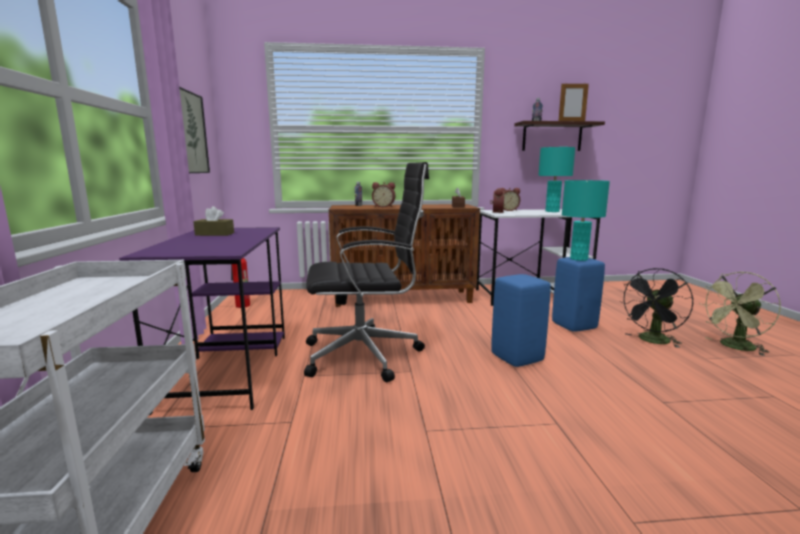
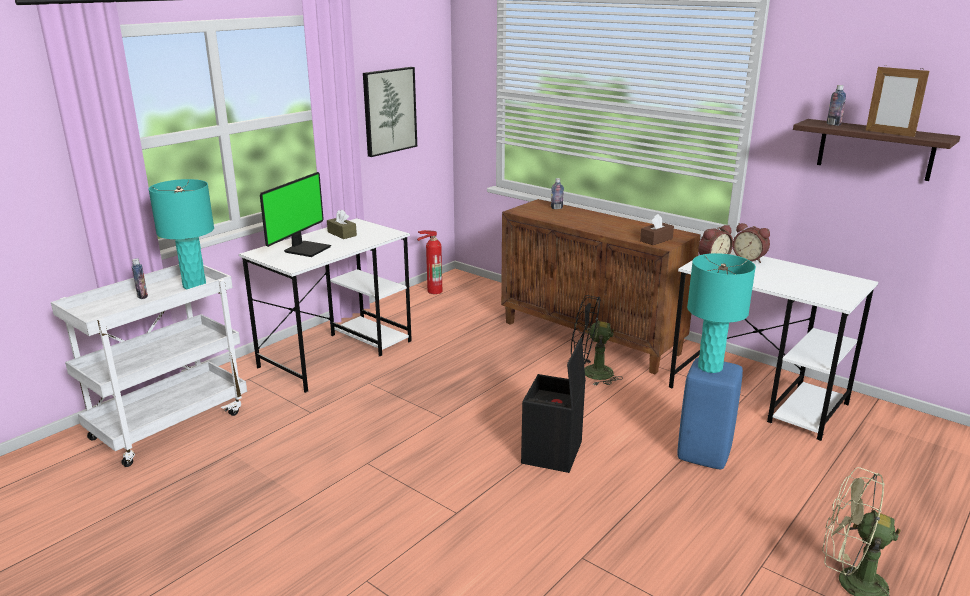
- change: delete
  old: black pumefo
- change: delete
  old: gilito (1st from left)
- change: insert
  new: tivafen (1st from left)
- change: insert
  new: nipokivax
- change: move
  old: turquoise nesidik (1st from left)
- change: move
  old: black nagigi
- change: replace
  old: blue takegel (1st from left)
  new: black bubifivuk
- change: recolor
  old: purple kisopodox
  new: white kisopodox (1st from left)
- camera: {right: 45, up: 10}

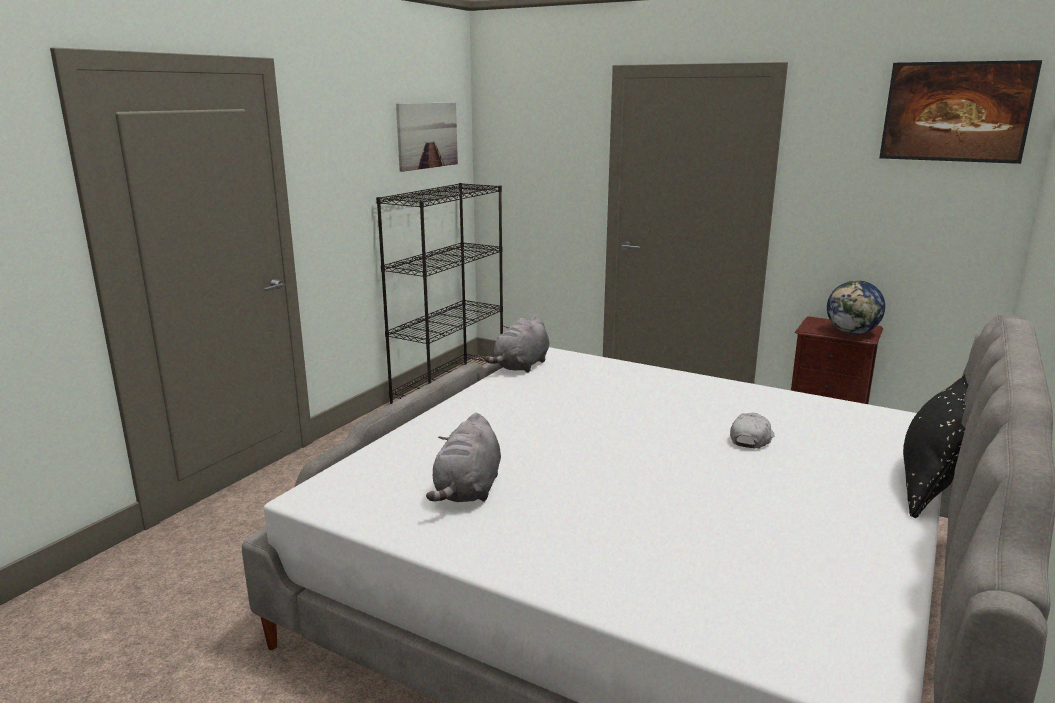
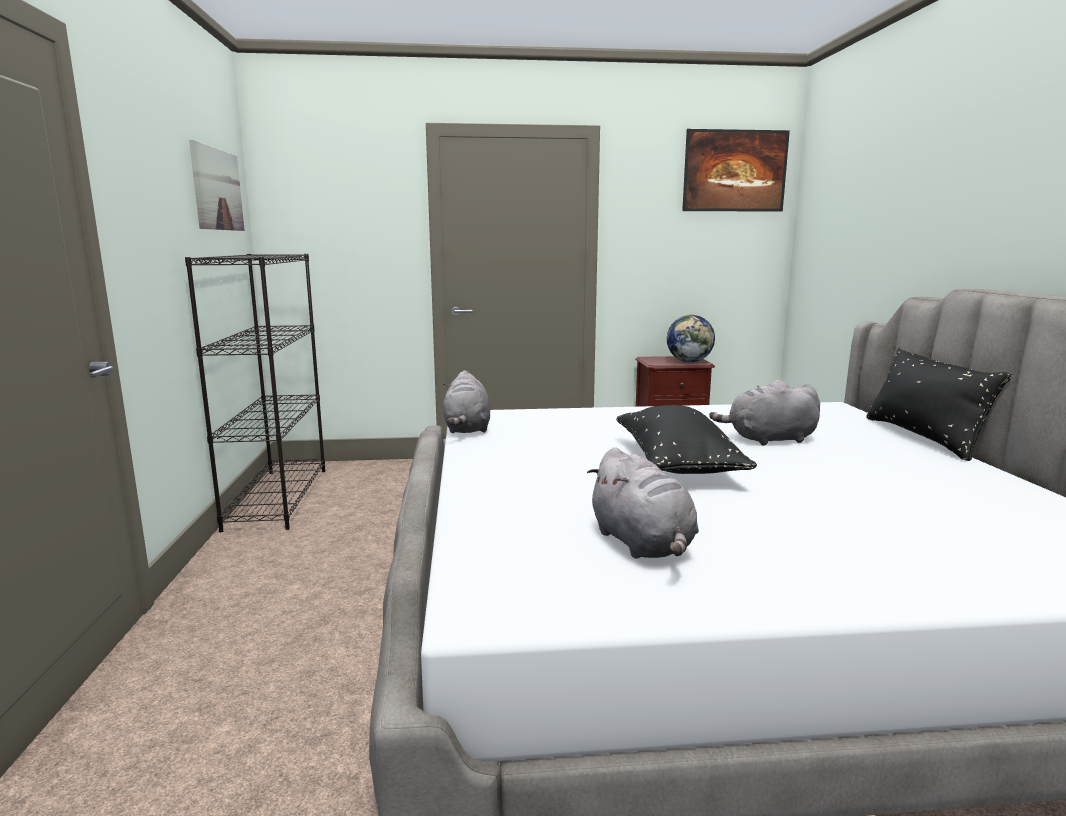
- change: insert
  new: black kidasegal (1st from left)
- change: replace
  old: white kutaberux
  new: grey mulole (3rd from left)
- camera: {right: -35, up: -5}

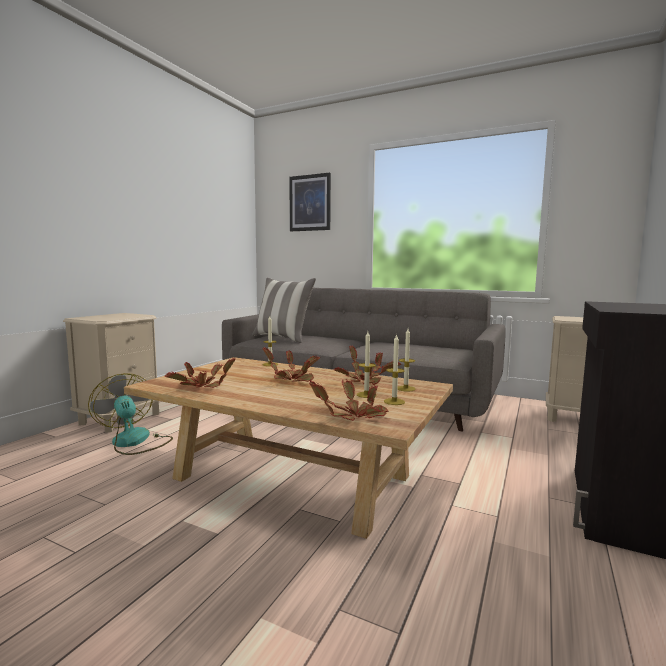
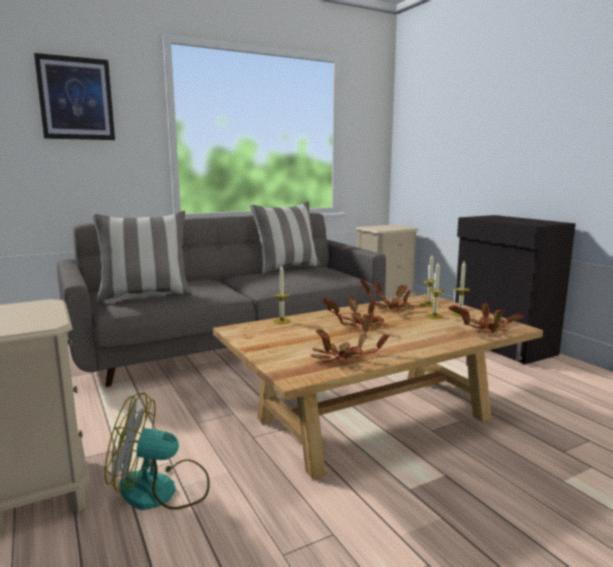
- change: insert
  new: kidasegal (2nd from left)
- camera: {right: -55, up: 5}

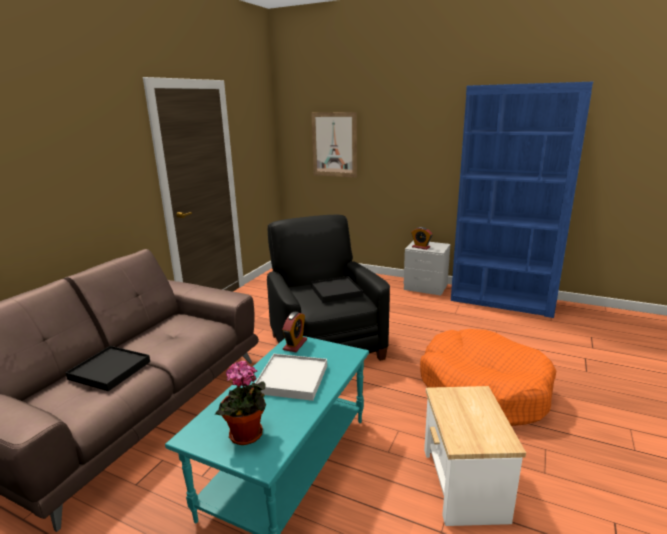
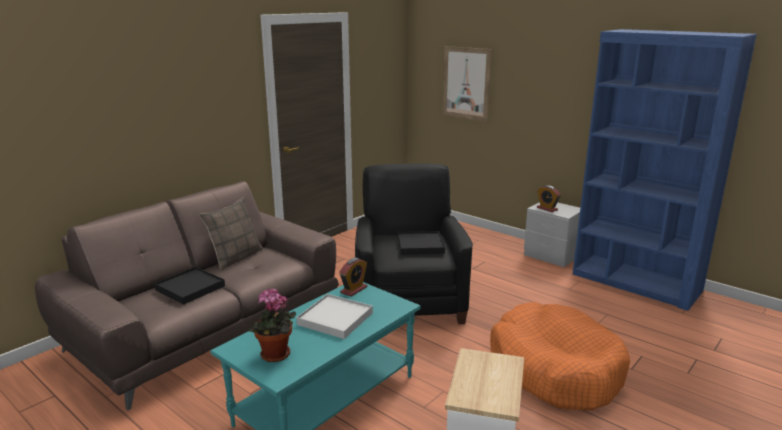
- change: insert
  new: kidasegal
- camera: {right: 15, up: 0}

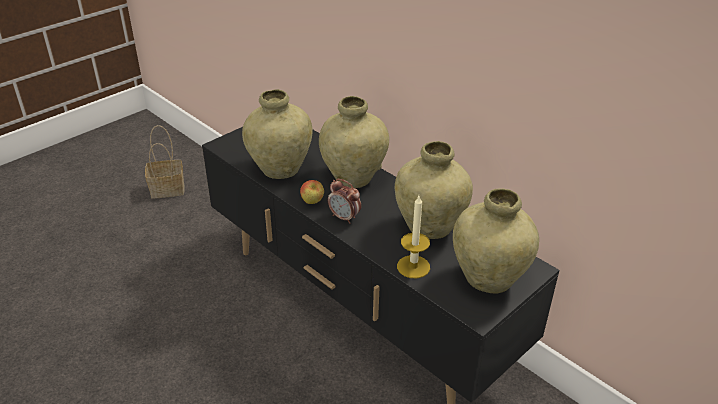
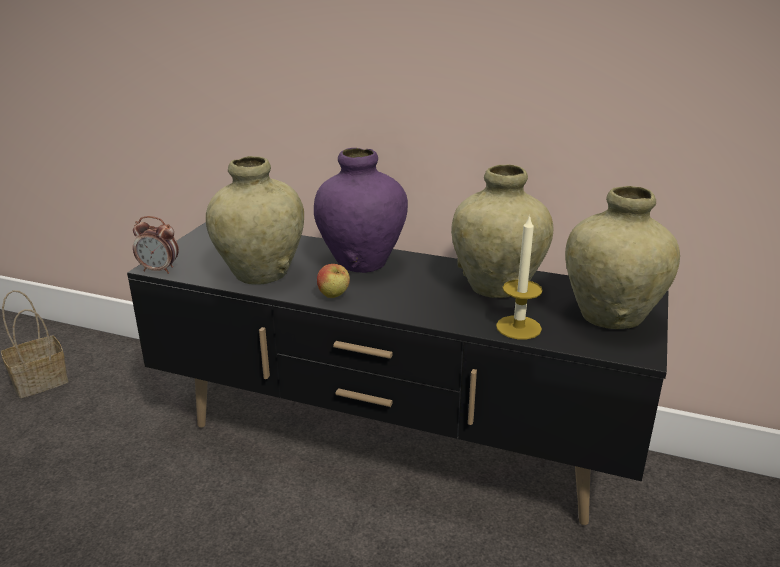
- change: move
  old: gilito
- change: recolor
  old: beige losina (2nd from left)
  new: purple losina
- camera: {right: -25, up: -10}

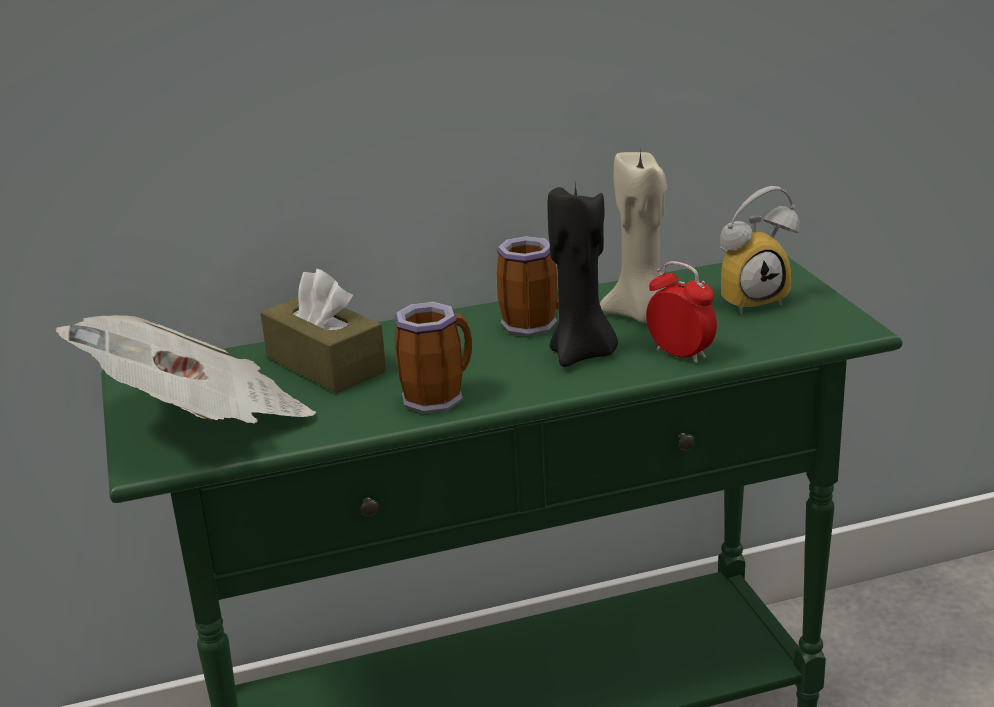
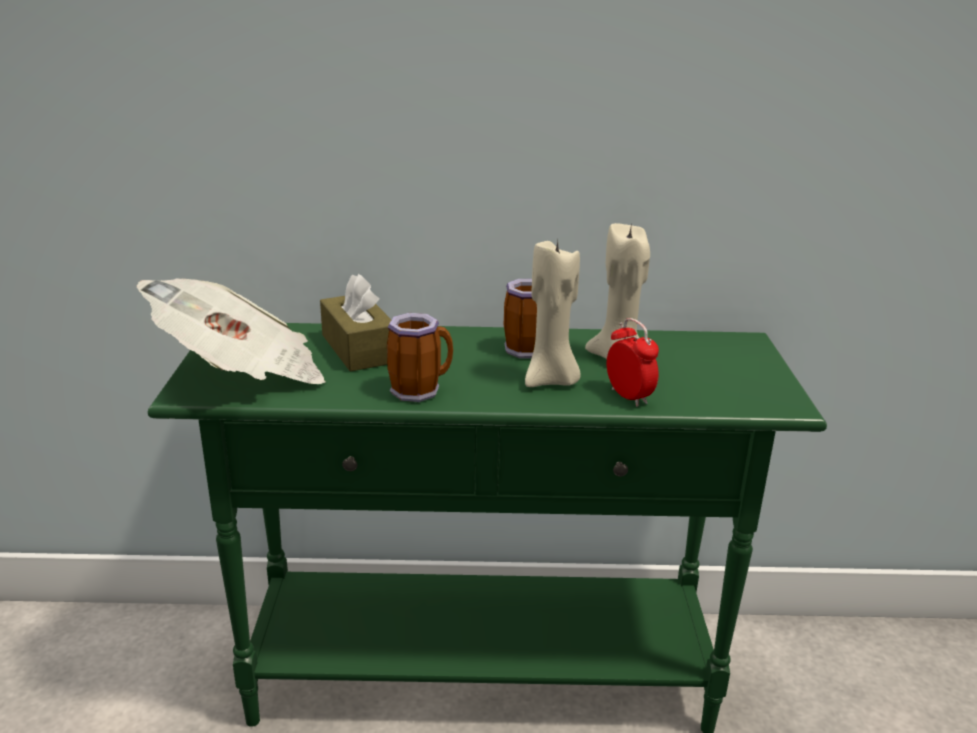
- change: delete
  old: gilito (2nd from left)
- change: recolor
  old: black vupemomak
  new: beige vupemomak (1st from left)
- camera: {right: 15, up: 0}

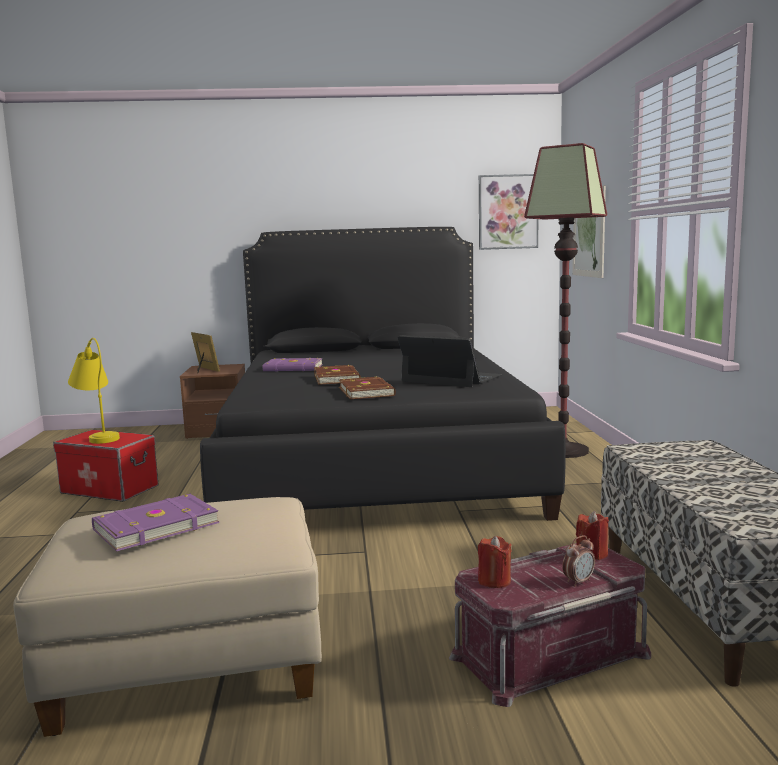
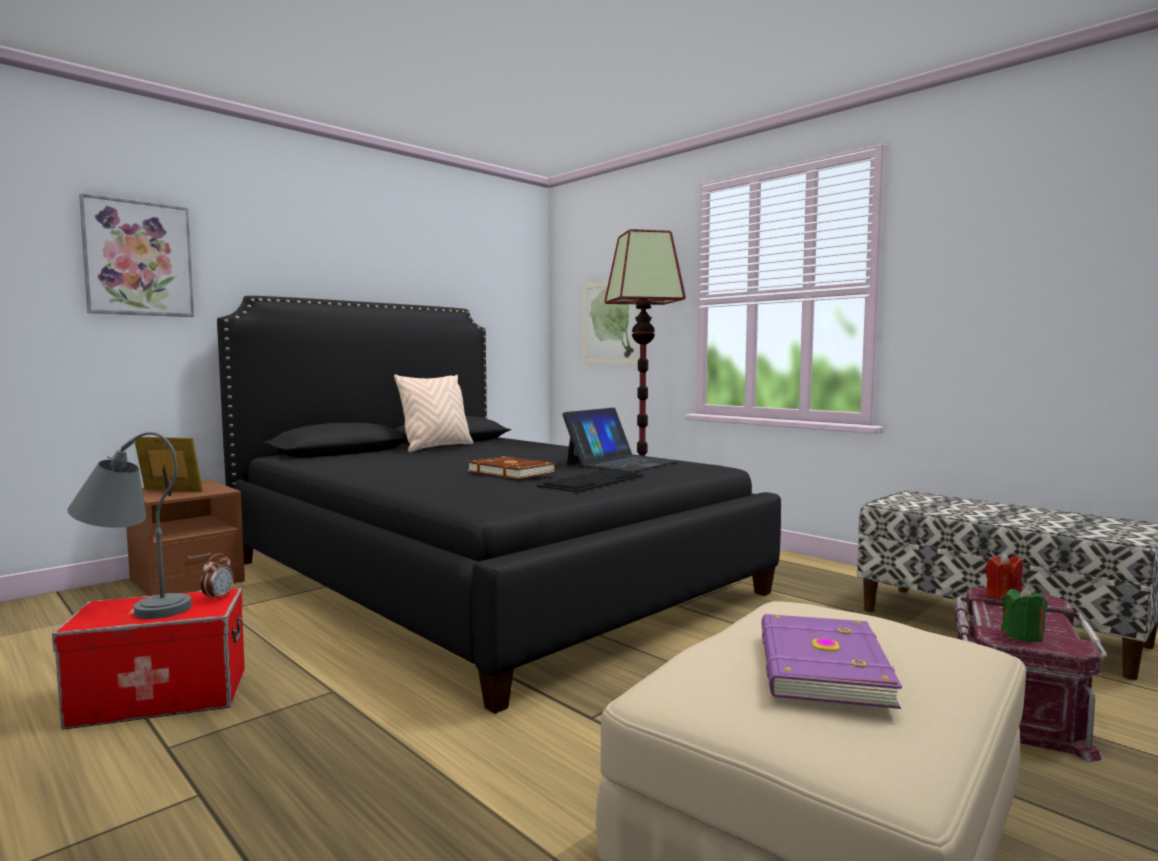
- change: delete
  old: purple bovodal (2nd from left)
- change: insert
  new: beige kidasegal
- change: move
  old: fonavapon (1st from left)
- change: move
  old: gilito
- change: replace
  old: brown bovodal (2nd from left)
  new: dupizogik
- change: recolor
  old: yellow nesidik
  new: grey nesidik
- change: recolor
  old: red vupemomak (1st from left)
  new: green vupemomak
- change: rotate
  old: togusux
  degrees: 135
- camera: {right: -40, up: -5}

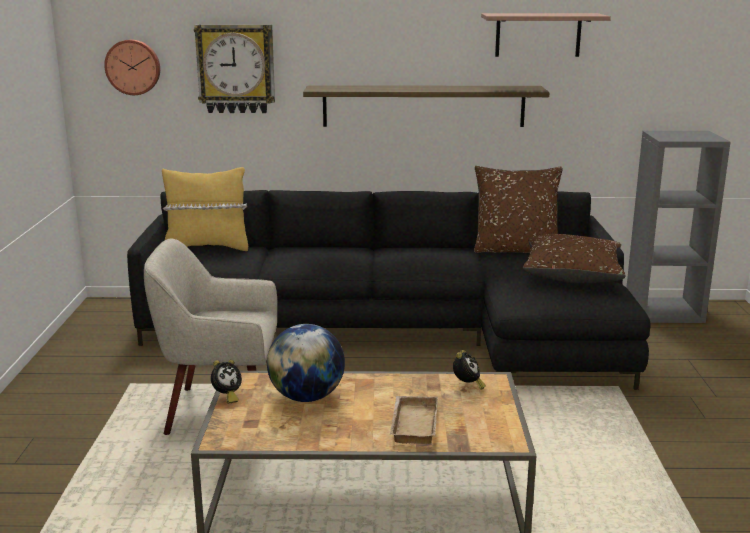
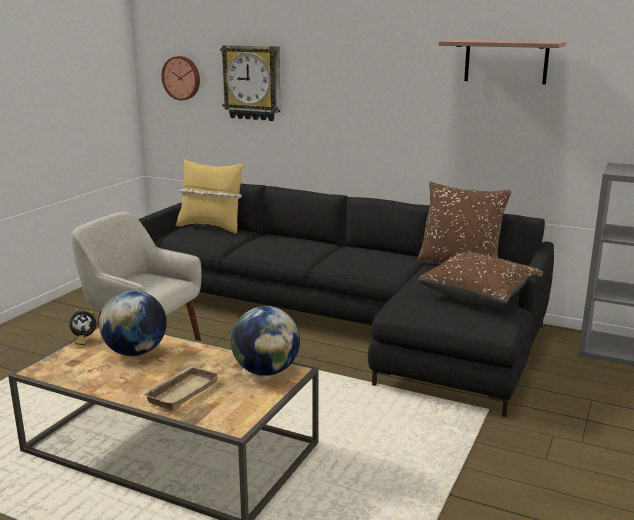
- change: delete
  old: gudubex (1st from left)
- change: replace
  old: gilito (2nd from left)
  new: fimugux (2nd from left)
- camera: {right: 25, up: 0}

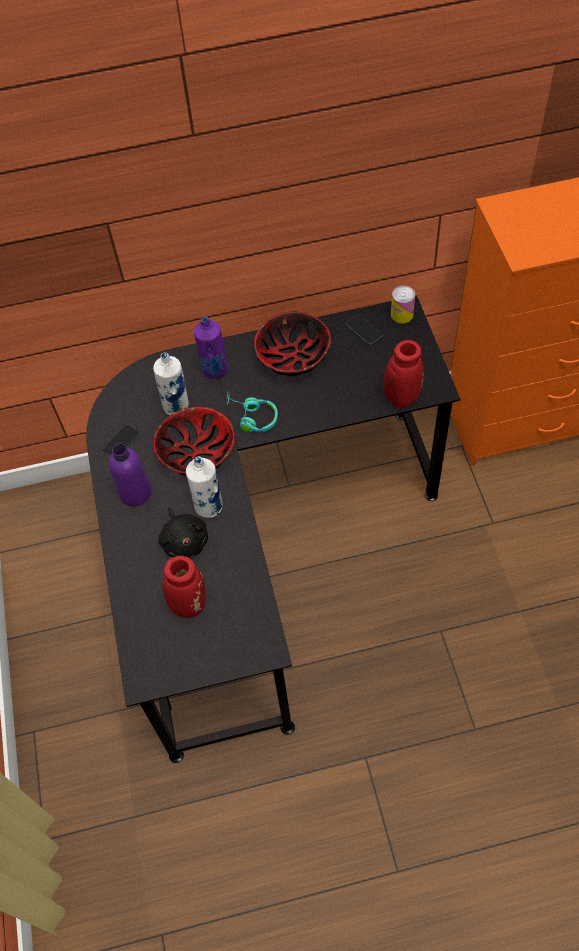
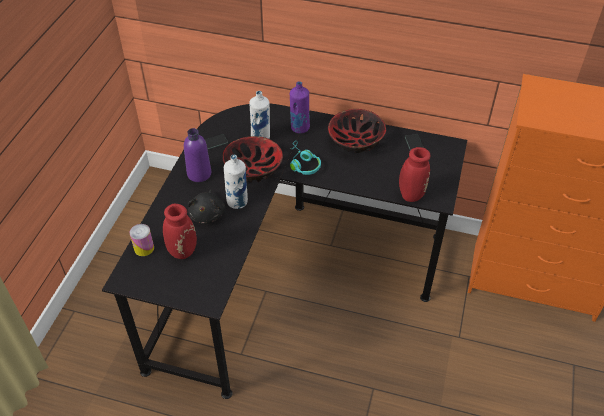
- change: move
  old: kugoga
- camera: {right: 25, up: -10}

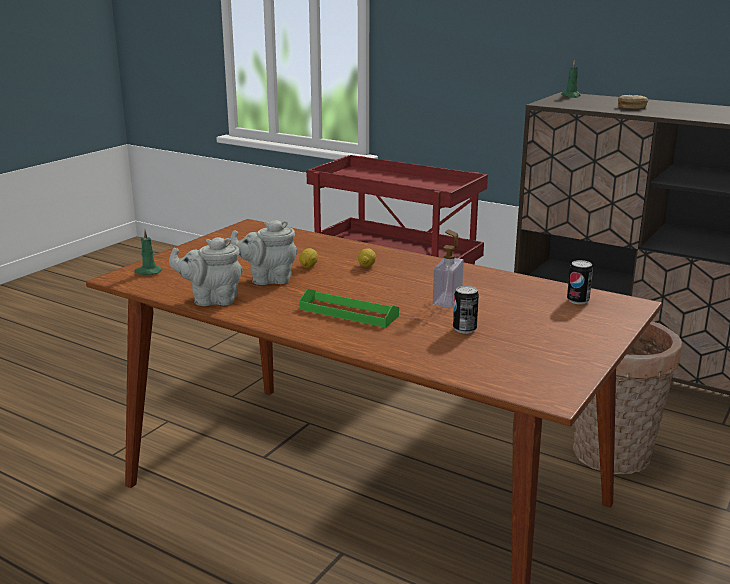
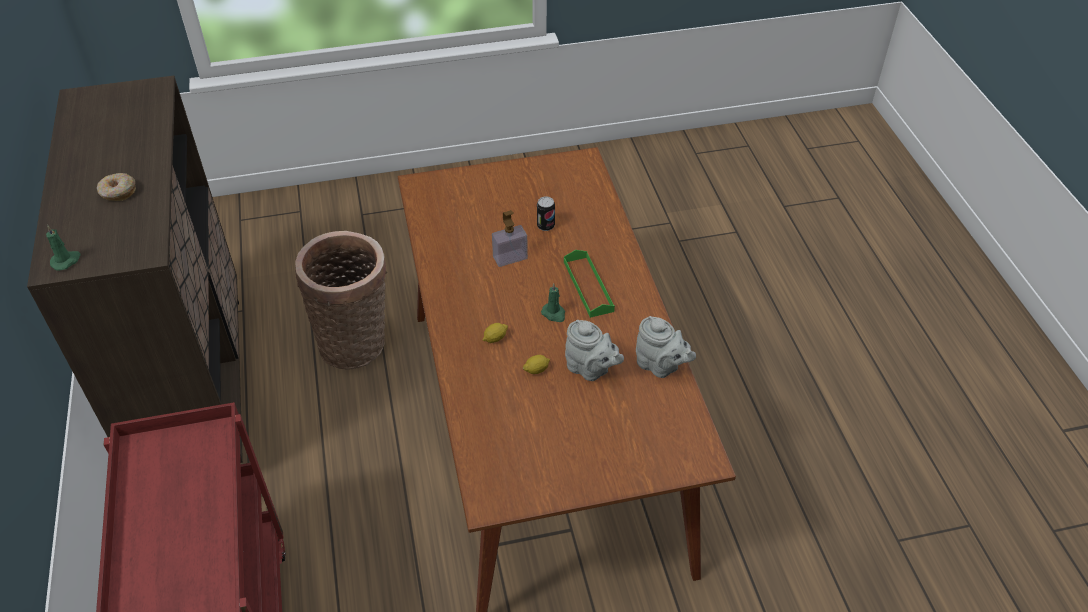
- change: delete
  old: kugoga (2nd from left)
- change: move
  old: green vupemomak (1st from left in the first image)
  new: green vupemomak (2nd from left)
- camera: {right: -135, up: 25}

